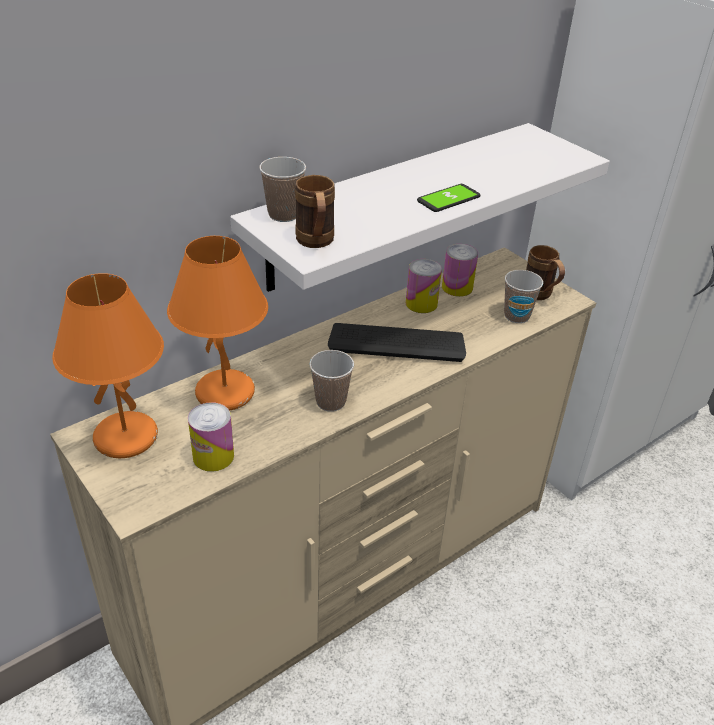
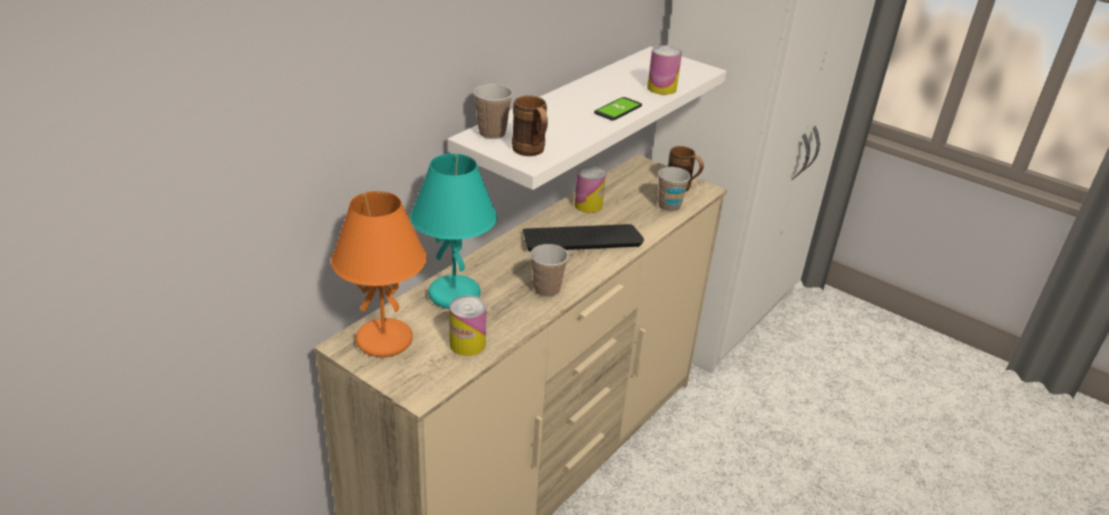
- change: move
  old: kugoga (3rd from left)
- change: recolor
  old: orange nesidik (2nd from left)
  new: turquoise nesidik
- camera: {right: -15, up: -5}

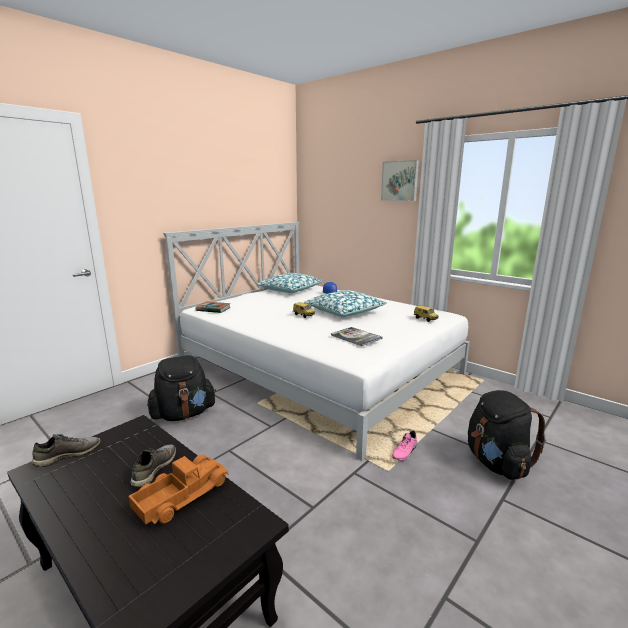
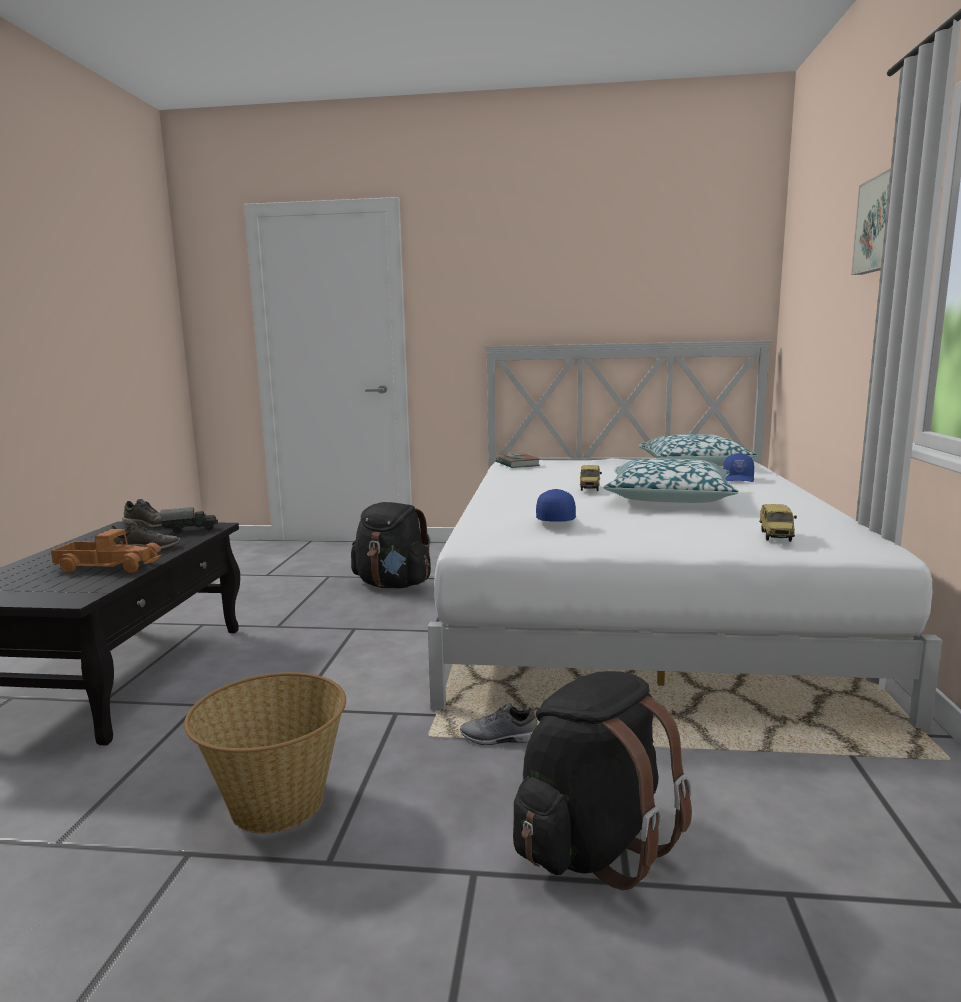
- change: insert
  new: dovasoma (2nd from left)
- change: insert
  new: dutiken
- change: replace
  old: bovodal (2nd from left)
  new: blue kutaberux (1st from left)
- change: recolor
  old: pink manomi
  new: grey manomi (3rd from left)
- camera: {right: 55, up: -5}

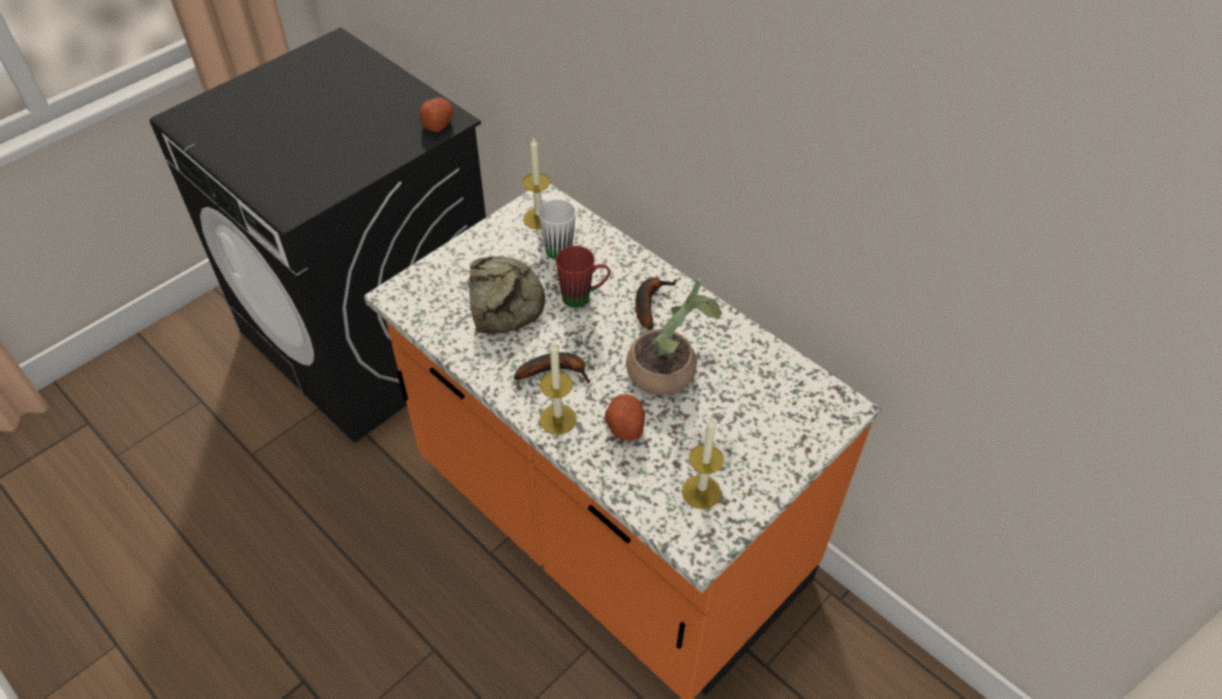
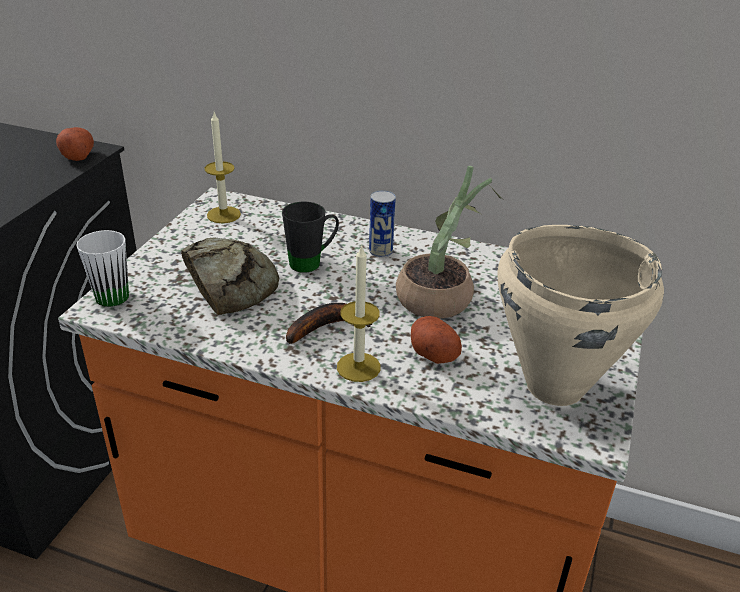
- change: move
  old: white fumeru
- change: replace
  old: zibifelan (2nd from left)
  new: kugoga
- change: replace
  old: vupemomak (3rd from left)
  new: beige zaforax
- change: recolor
  old: red fumeru
  new: black fumeru
- camera: {right: -25, up: -15}

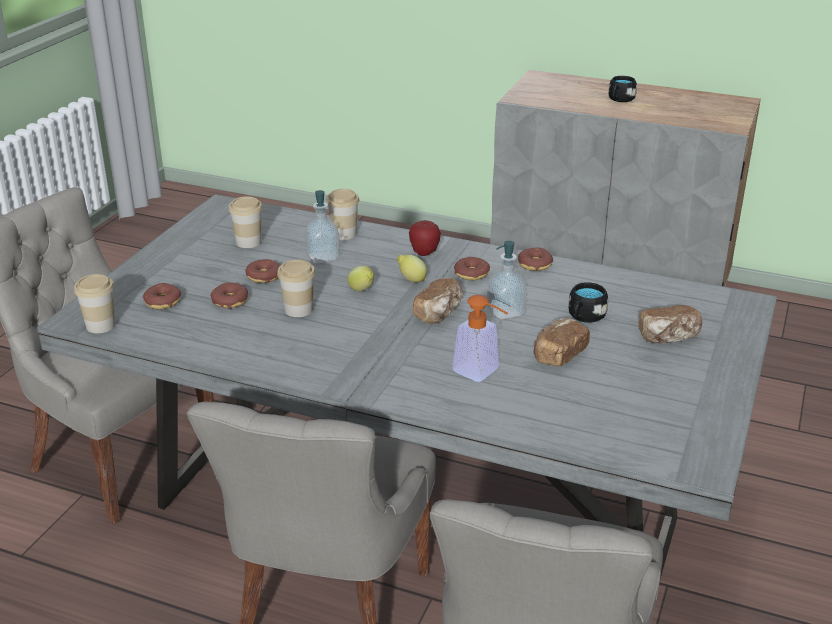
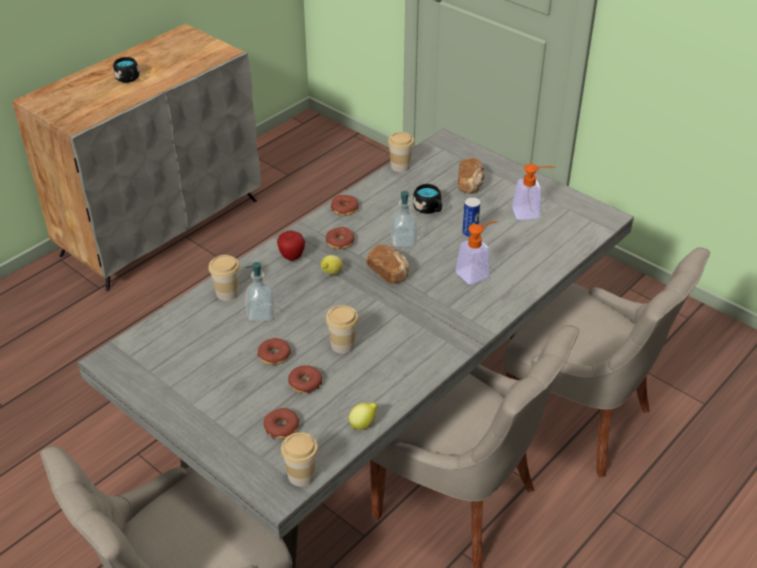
- change: insert
  new: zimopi (4th from left)
- change: move
  old: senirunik (2nd from left in the first image)
  new: senirunik (4th from left)
- change: move
  old: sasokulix (1st from left in the first image)
  new: sasokulix (2nd from left)
- change: replace
  old: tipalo (2nd from left)
  new: kugoga
- camera: {right: -70, up: 10}

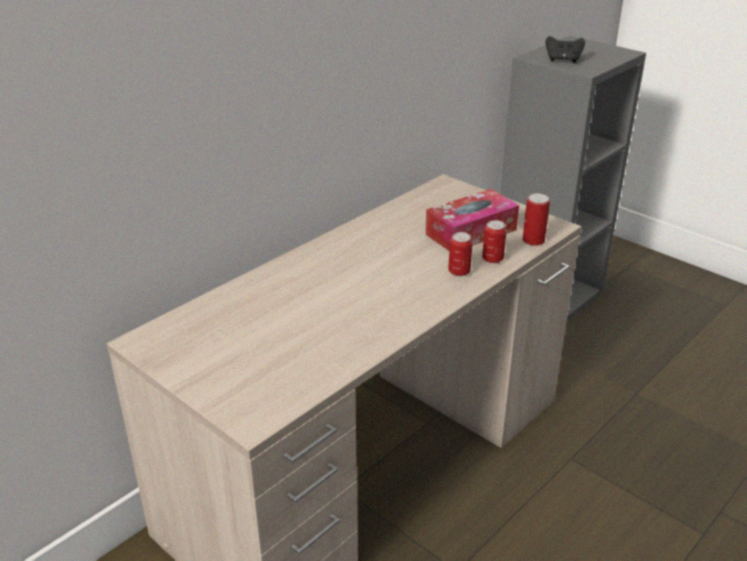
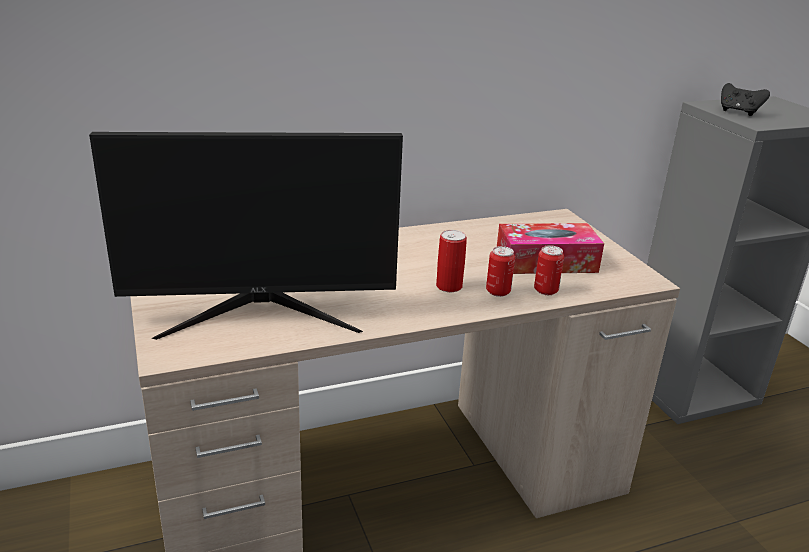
- change: insert
  new: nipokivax
- change: move
  old: kugoga (3rd from left in the first image)
  new: kugoga (1st from left)
- camera: {right: 25, up: -5}

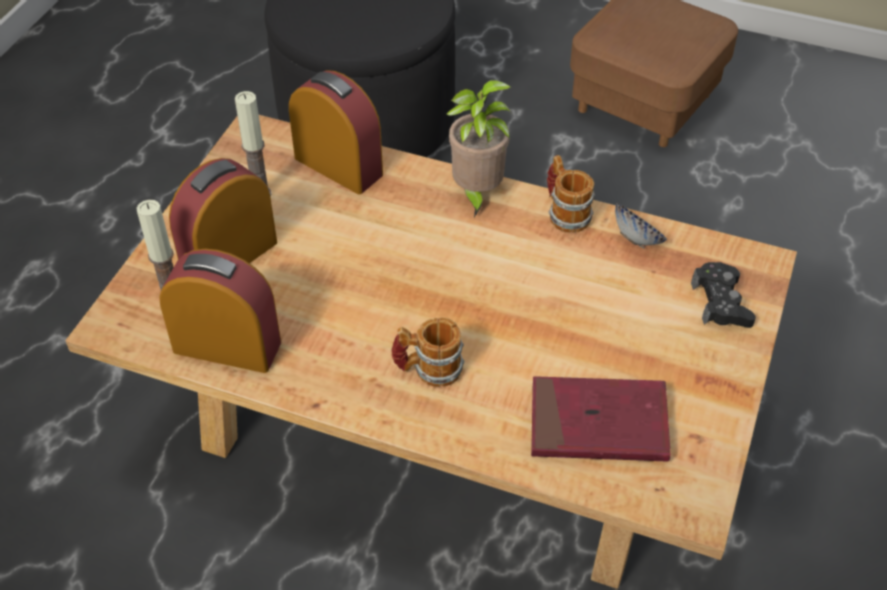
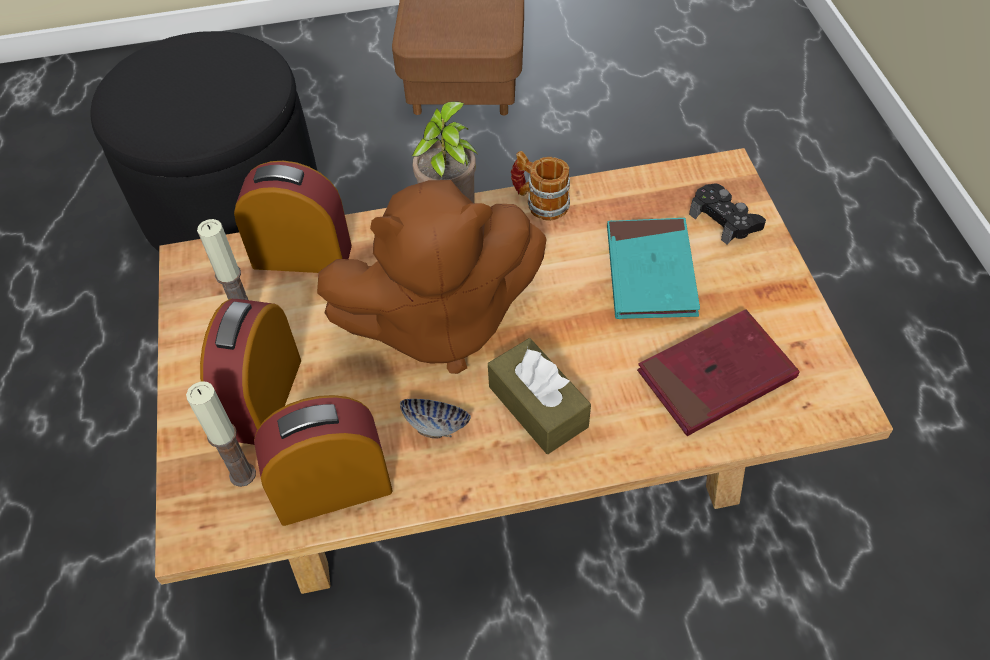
- change: insert
  new: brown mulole
- change: insert
  new: turquoise bovodal
- change: move
  old: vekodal
- change: replace
  old: fumeru (1st from left)
  new: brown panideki
- camera: {right: -30, up: 5}

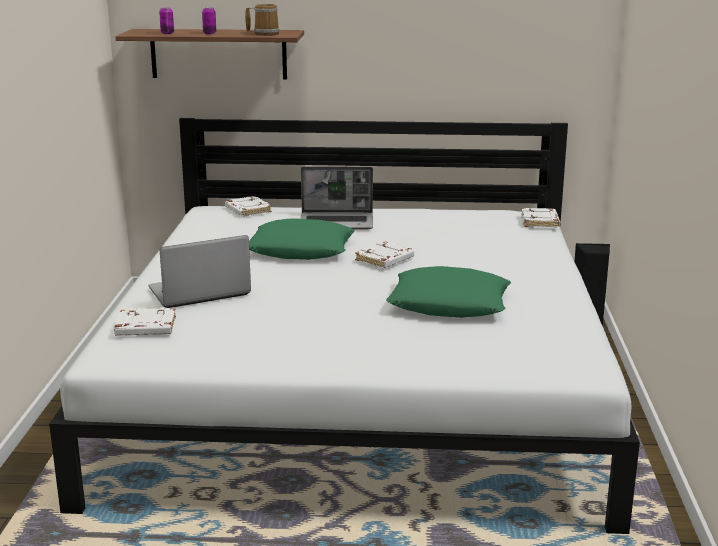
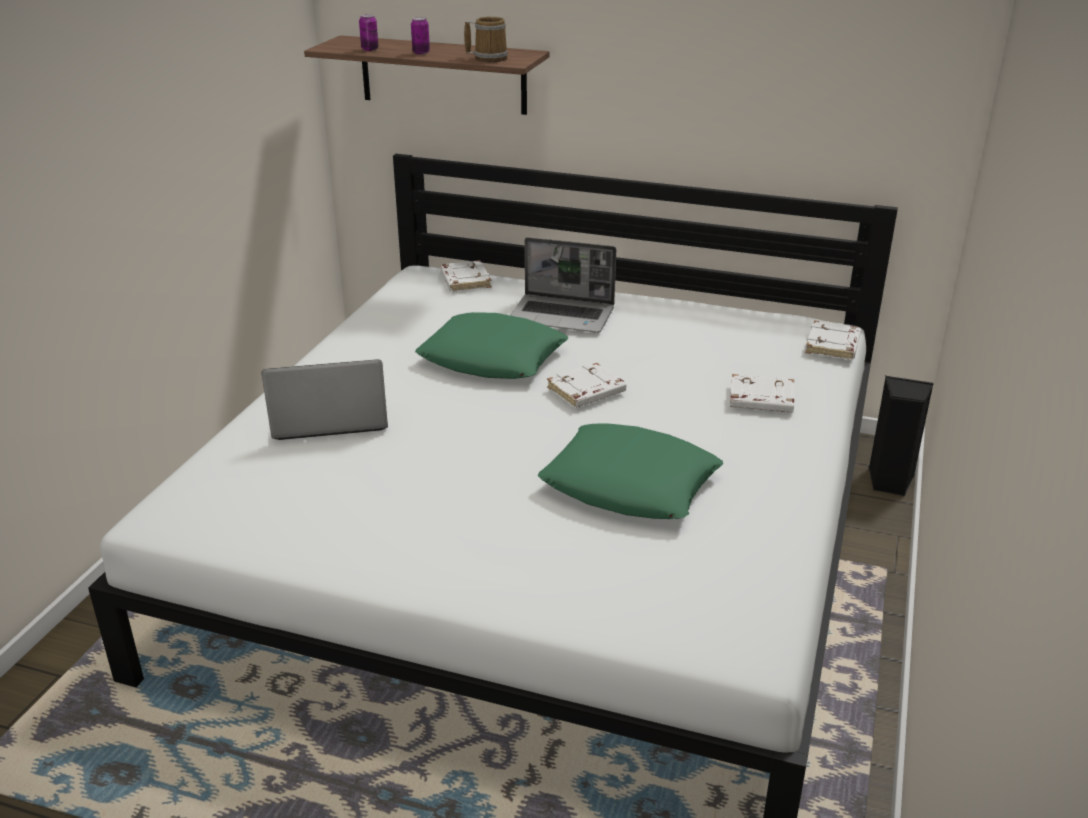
- change: move
  old: white bovodal (1st from left in the first image)
  new: white bovodal (3rd from left)
- camera: {right: 15, up: 10}

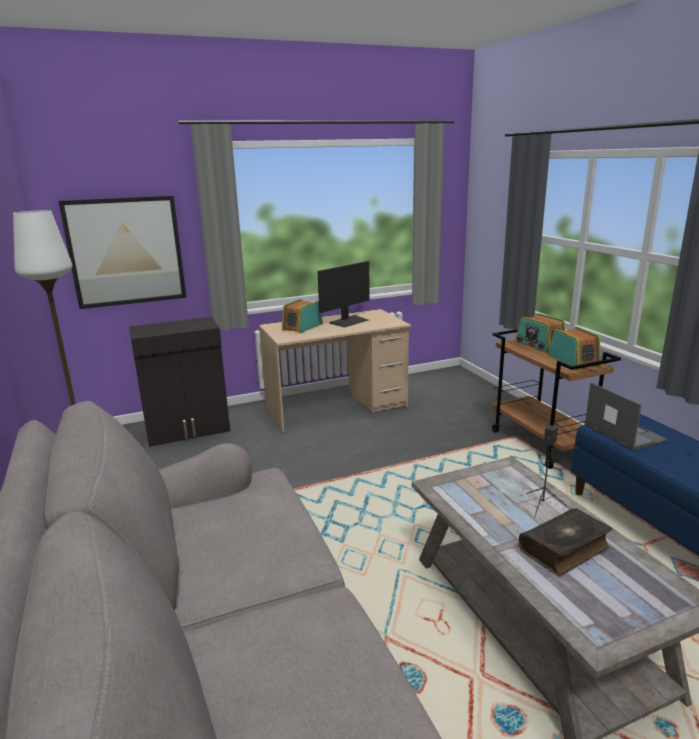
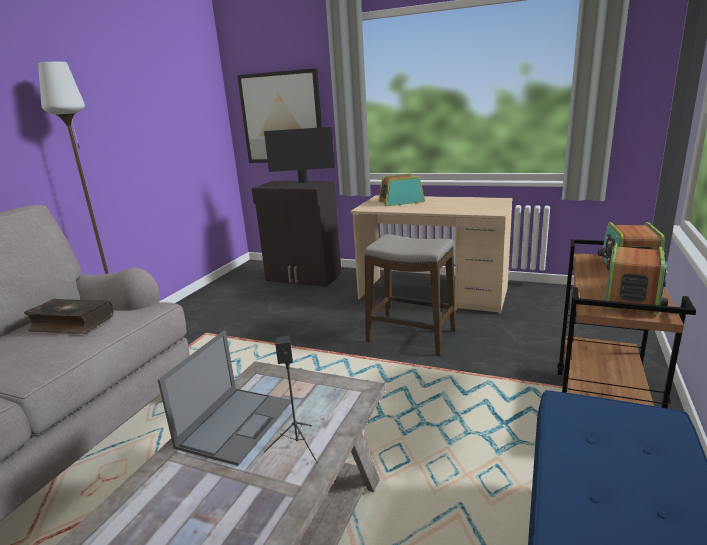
- change: insert
  new: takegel
- change: move
  old: nipokivax
- change: move
  old: bovodal
- change: move
  old: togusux
- camera: {right: 45, up: 0}

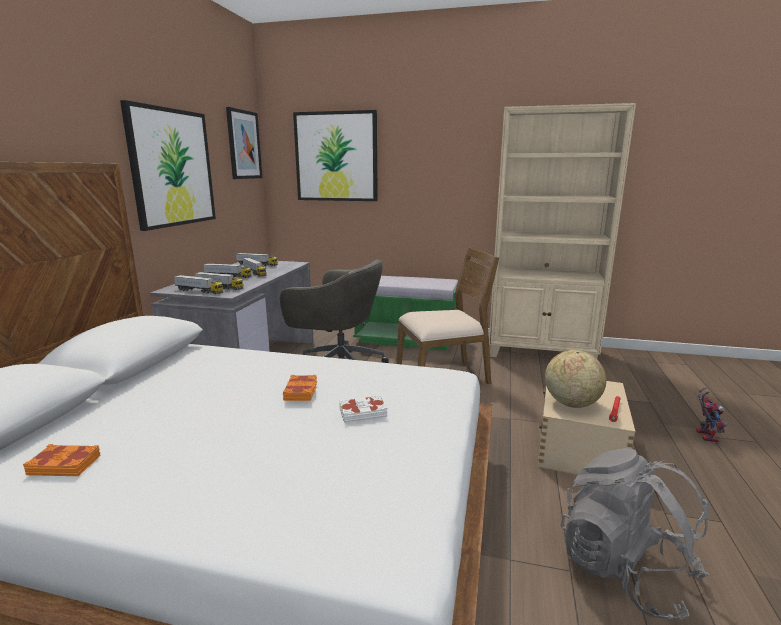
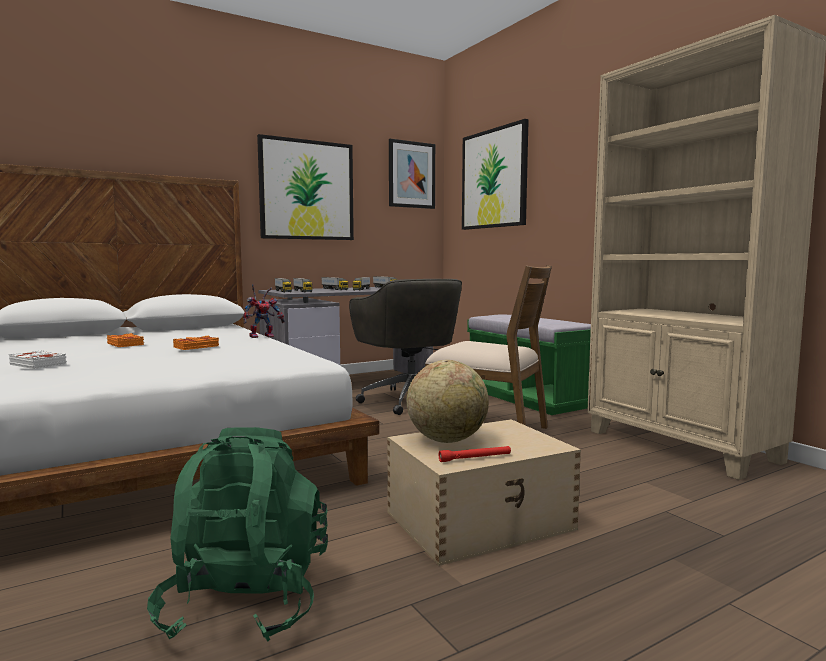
- change: move
  old: orange bovodal (1st from left)
- change: move
  old: white bovodal
- change: move
  old: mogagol
- change: recolor
  old: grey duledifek
  new: green duledifek
- camera: {right: 45, up: -10}

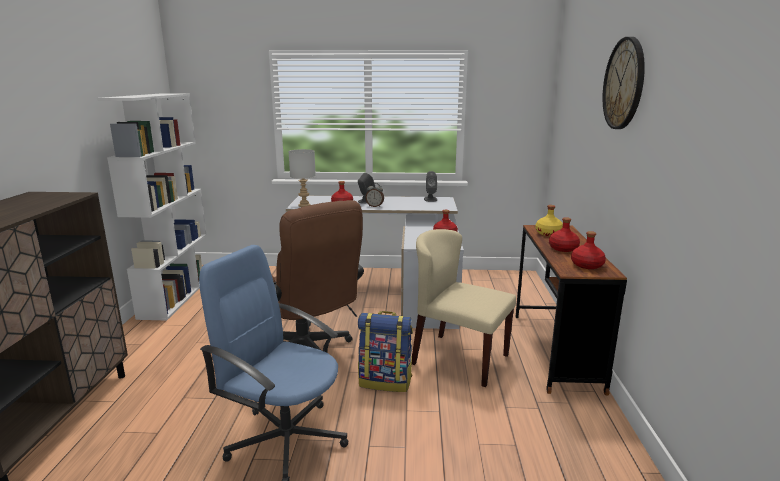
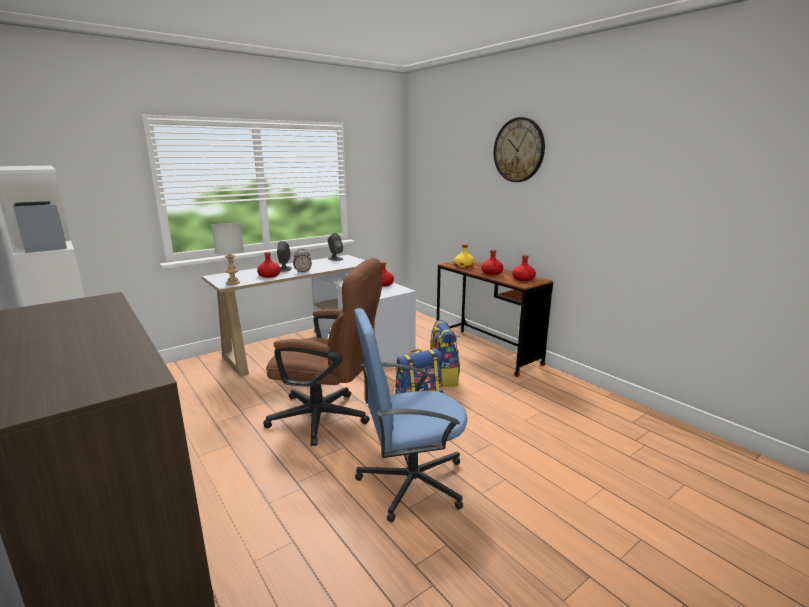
- change: replace
  old: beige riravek
  new: duledifek (2nd from left)
- camera: {right: -40, up: 0}

